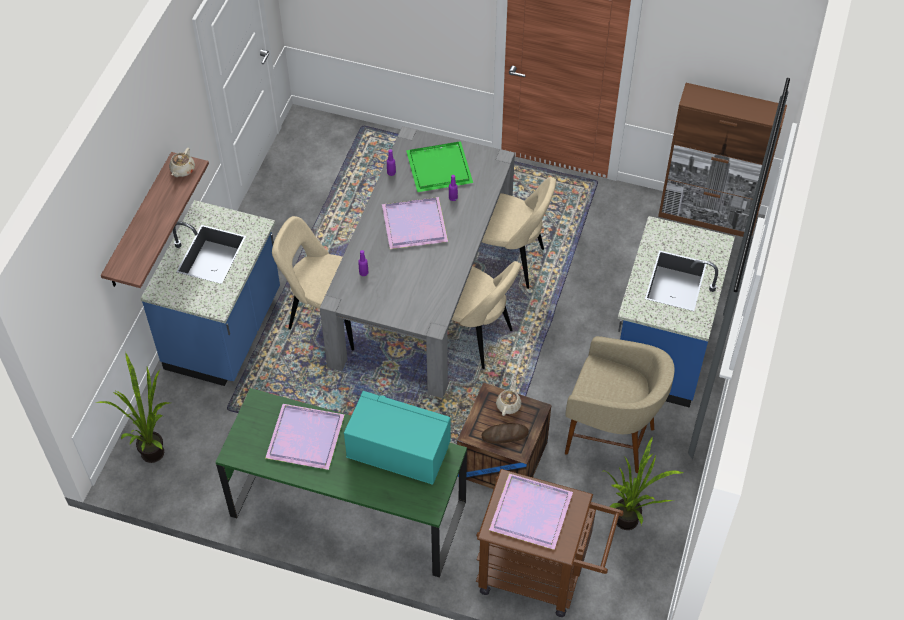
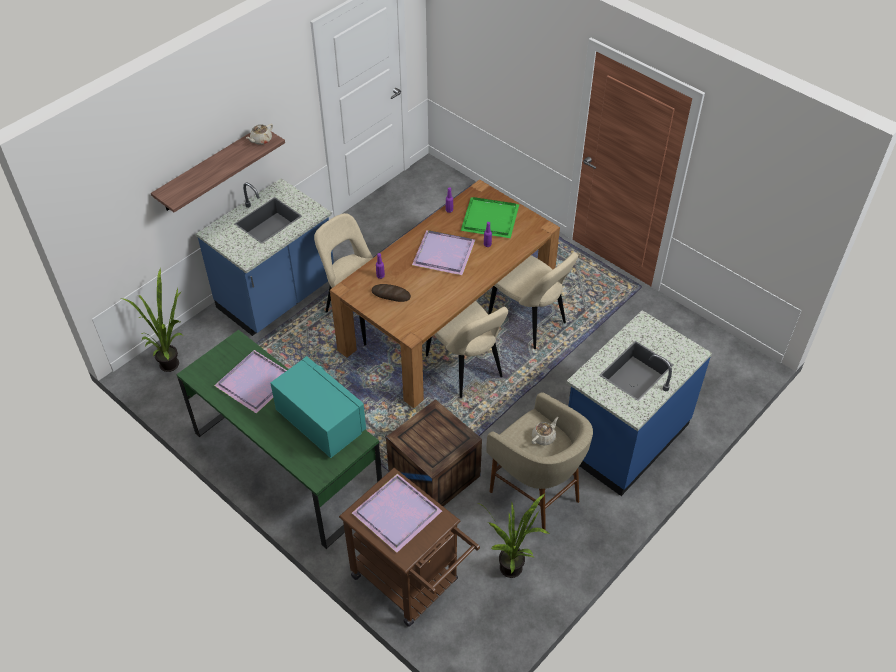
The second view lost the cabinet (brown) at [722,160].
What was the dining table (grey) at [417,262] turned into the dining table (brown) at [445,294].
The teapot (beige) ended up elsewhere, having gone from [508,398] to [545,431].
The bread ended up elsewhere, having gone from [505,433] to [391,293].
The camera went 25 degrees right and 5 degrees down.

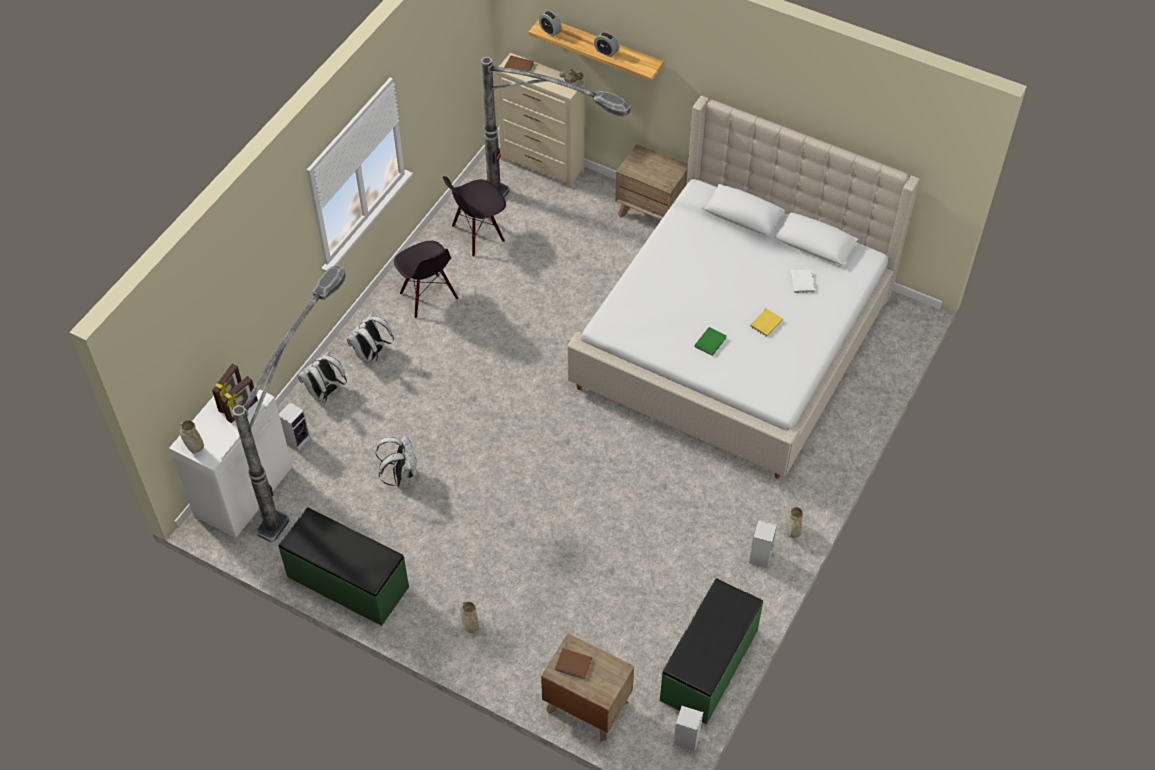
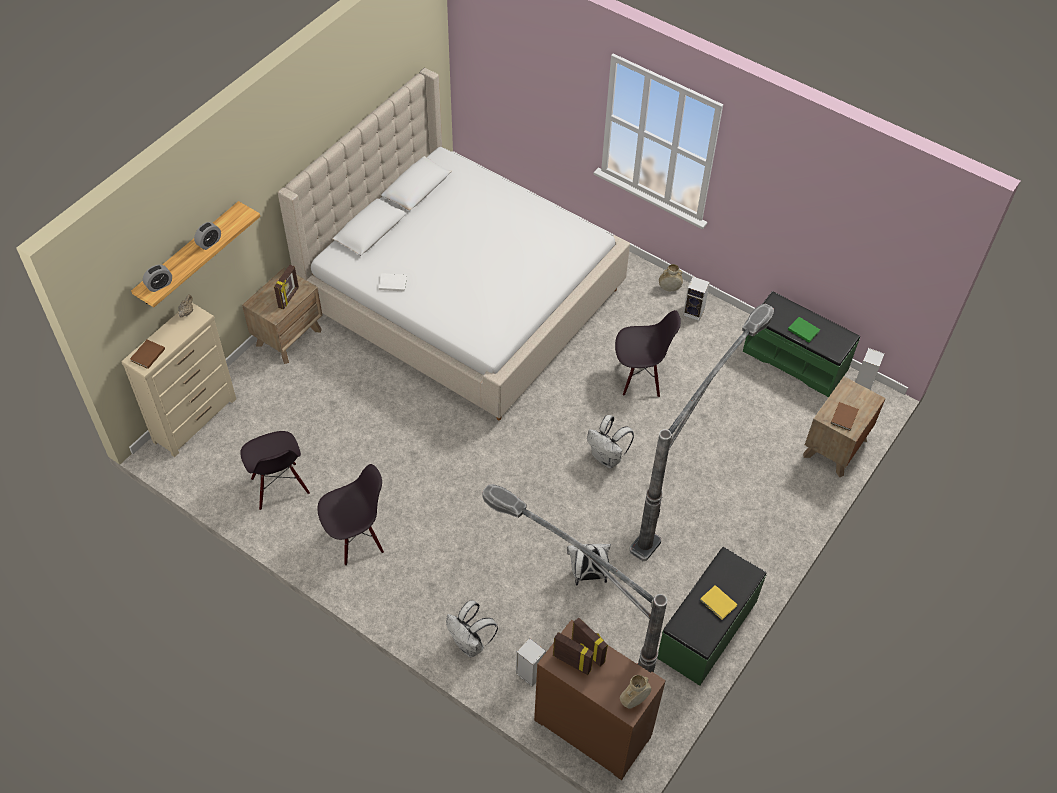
The floor lamp ended up elsewhere, having gone from [556,127] to [701,432].
The book (white) ended up elsewhere, having gone from [803,281] to [393,282].
The book (yellow) ended up elsewhere, having gone from [766,322] to [718,602].
The backpack (white) ended up elsewhere, having gone from [370,337] to [610,441].
The book (green) ended up elsewhere, having gone from [710,341] to [804,330].
What was the cabinet (white) at [231,464] turned into the cabinet (brown) at [600,700].
The second view lost the vase (beige) at [470,617].
The second view gained the picture frame at [286,287].
The second view gained the chair (black) at [648,353].
The camera went 85 degrees left and 0 degrees up.

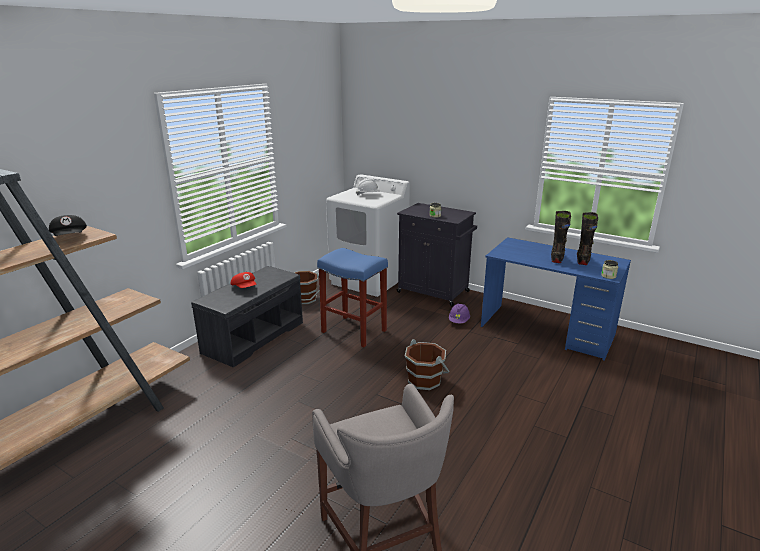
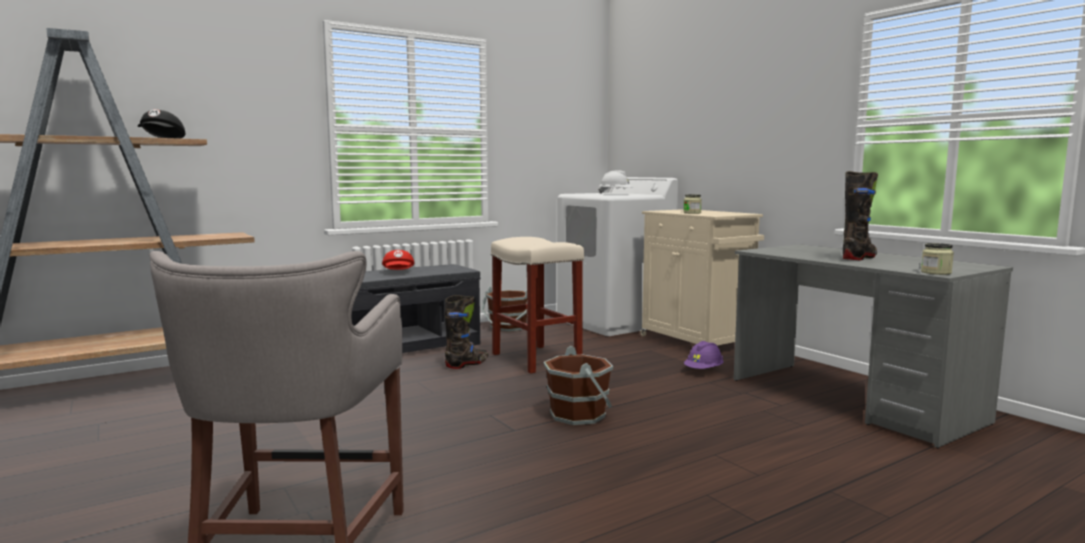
What was the cabinet (black) at [437,254] turned into the cabinet (beige) at [702,277].
The boot (black) ended up elsewhere, having gone from [587,238] to [466,332].
What was the desk (blue) at [556,299] turned into the desk (grey) at [873,346].
What was the stool (blue) at [352,297] turned into the stool (beige) at [537,305].
The camera went 25 degrees right and 15 degrees down.

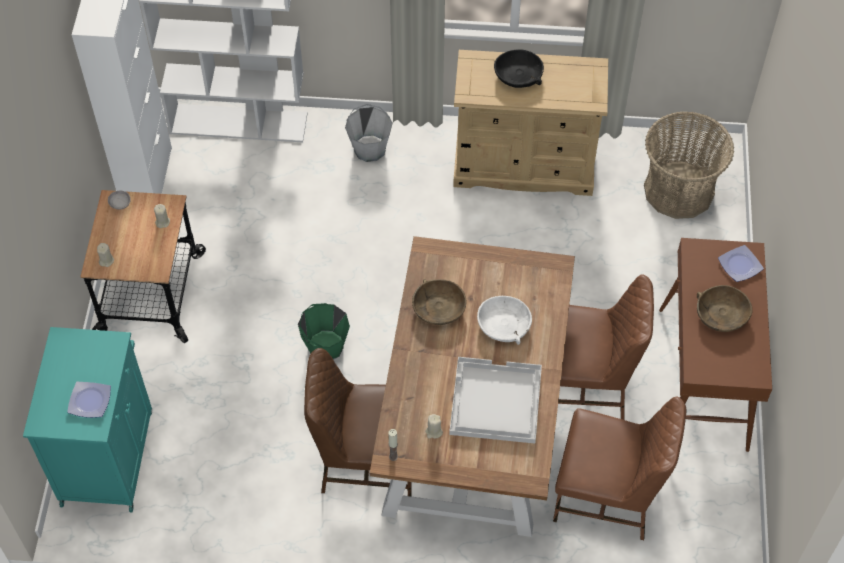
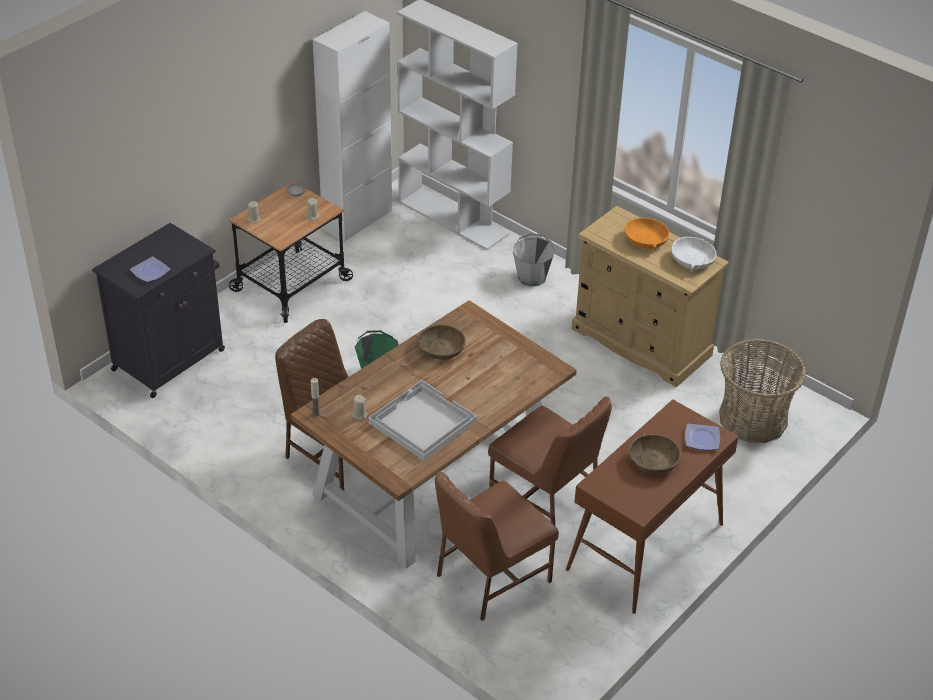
What was the bowl (black) at [519,68] turned into the bowl (orange) at [647,234].
The bowl (white) ended up elsewhere, having gone from [504,320] to [694,254].
What was the cabinet (turquoise) at [88,420] turned into the cabinet (black) at [158,310].
The chair (brown) at [619,468] ended up facing another way, 90 degrees clockwise from before.
The camera went 35 degrees right and 15 degrees down.

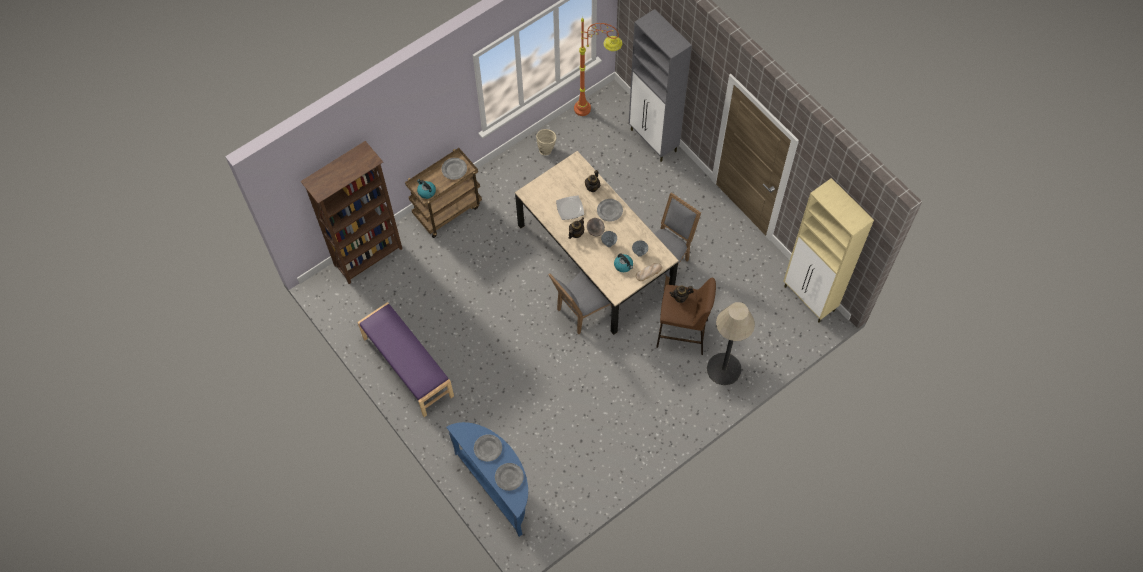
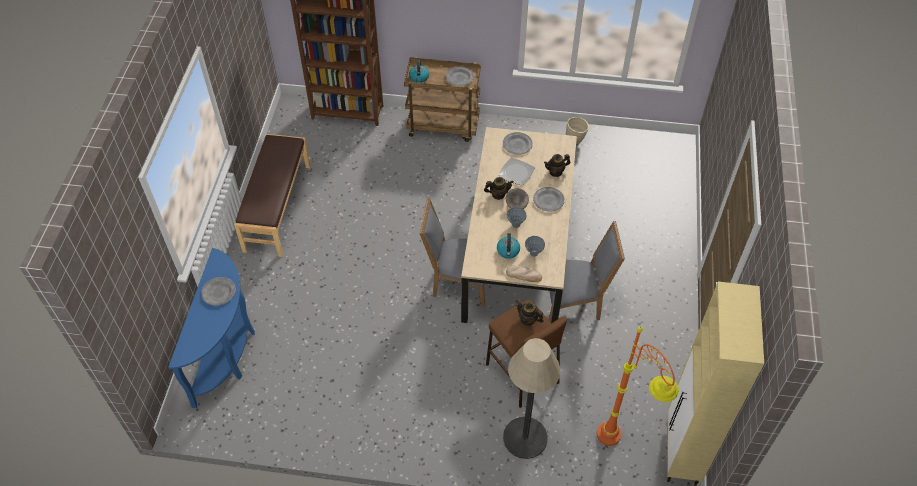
The second view lost the cabinet (grey) at [660,85].
The floor lamp (orange) ended up elsewhere, having gone from [598,66] to [638,385].
What was the bench (purple) at [405,359] turned into the bench (brown) at [272,195].
The plate (grey) ended up elsewhere, having gone from [509,477] to [518,143].
The camera went 45 degrees right and 10 degrees down.

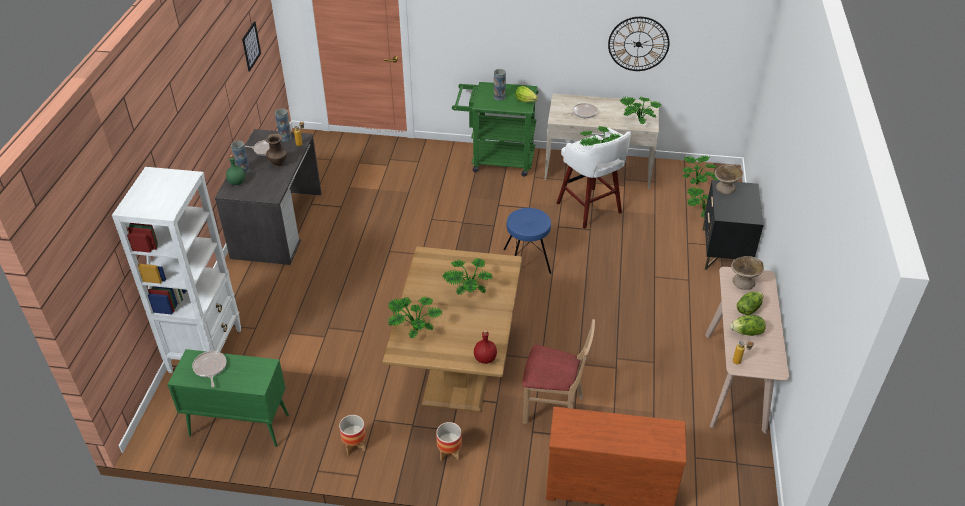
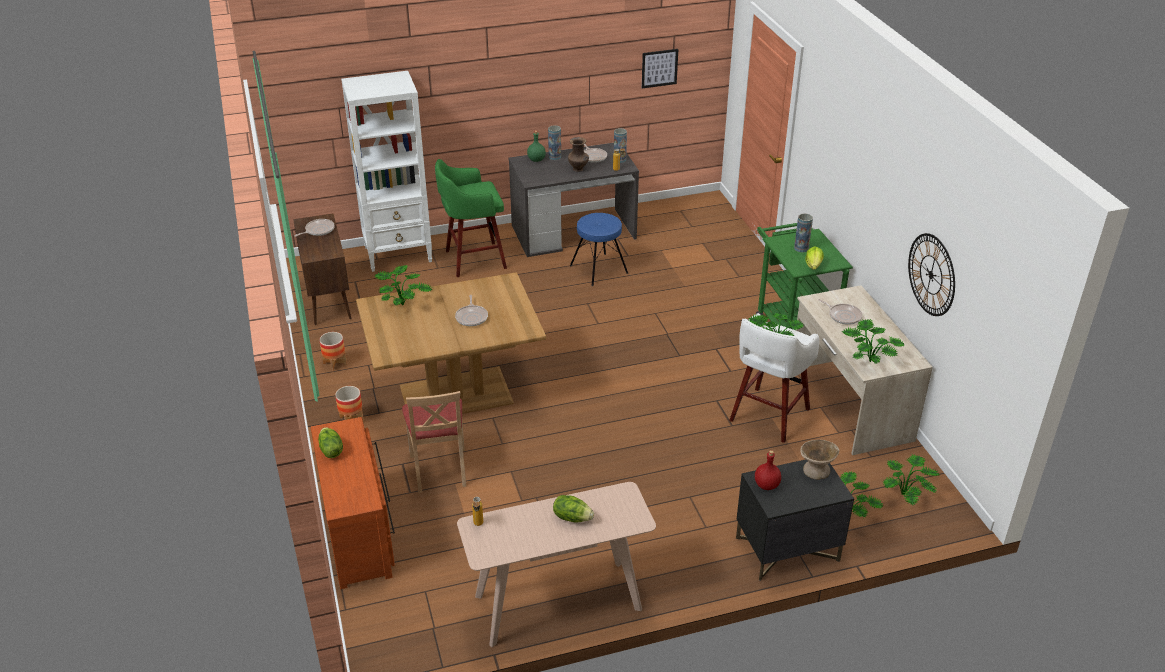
The stool (blue) ended up elsewhere, having gone from [527,241] to [599,249].
The second view lost the bowl (beige) at [747,273].
Where the potted plant stood at [467,276], the frying pan came to stand at [471,310].
The lettuce ended up elsewhere, having gone from [748,325] to [330,442].
The bottle (red) ended up elsewhere, having gone from [485,347] to [768,470].
What was the cabinet (green) at [228,398] turned into the cabinet (brown) at [322,269].
The second view gained the stool (green) at [471,218].
The camera went 65 degrees right and 5 degrees down.

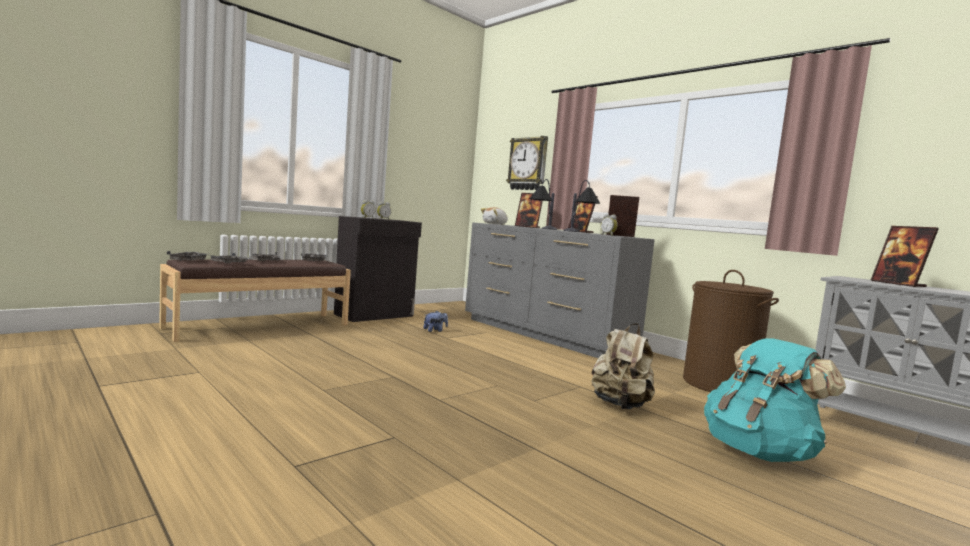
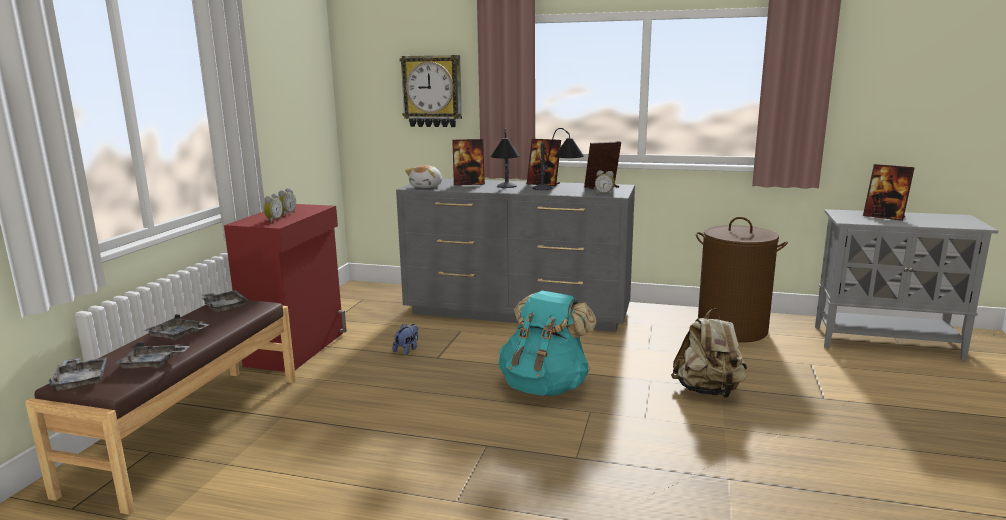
What was the cabinet (black) at [378,269] turned into the cabinet (red) at [285,288].
The backpack (turquoise) ended up elsewhere, having gone from [775,400] to [548,343].
The camera went 30 degrees left and 10 degrees up.

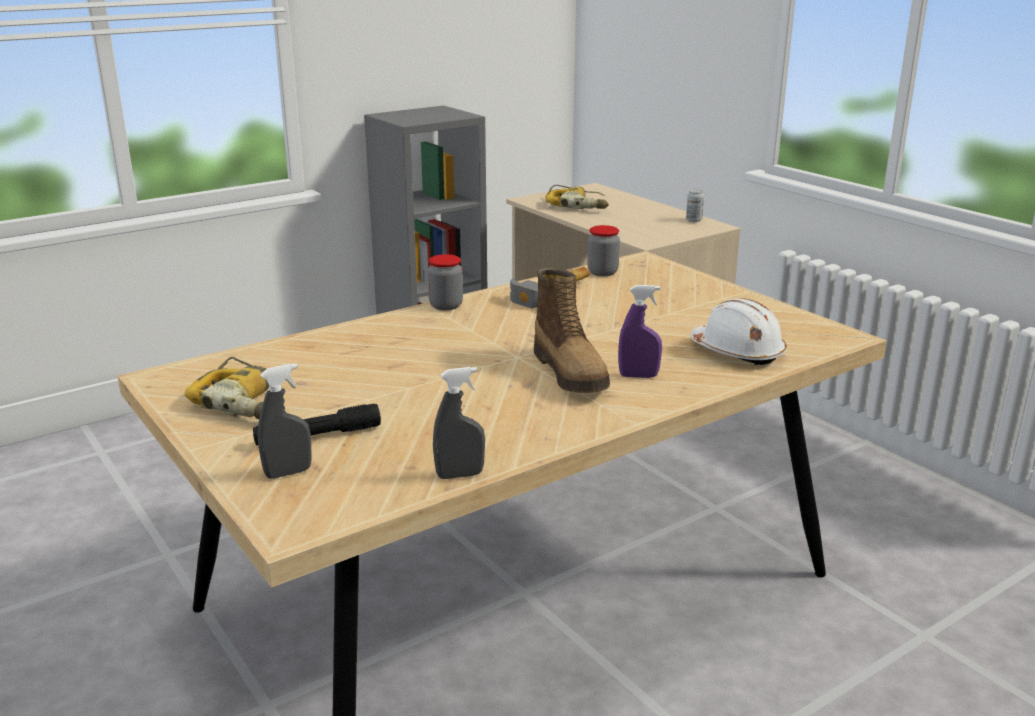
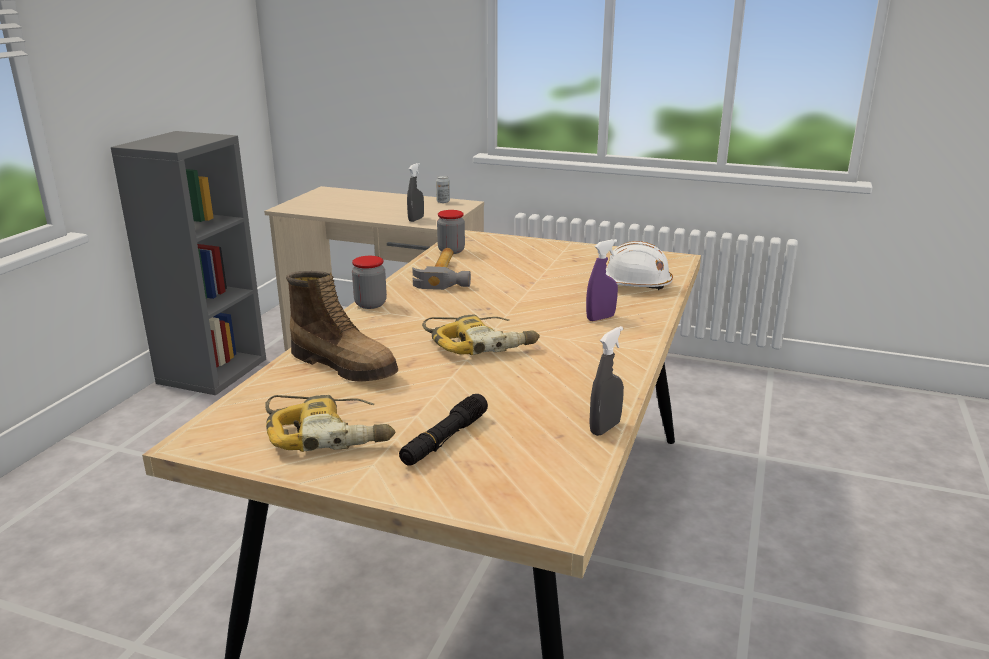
The power drill ended up elsewhere, having gone from [577,197] to [481,334].
The boot ended up elsewhere, having gone from [572,330] to [342,326].
The spray bottle (grey) ended up elsewhere, having gone from [285,421] to [415,192].
The camera went 35 degrees left and 0 degrees up.

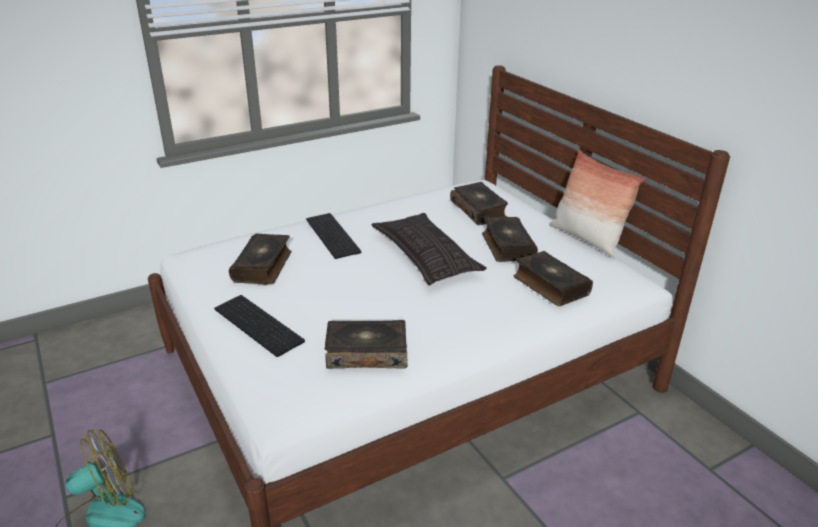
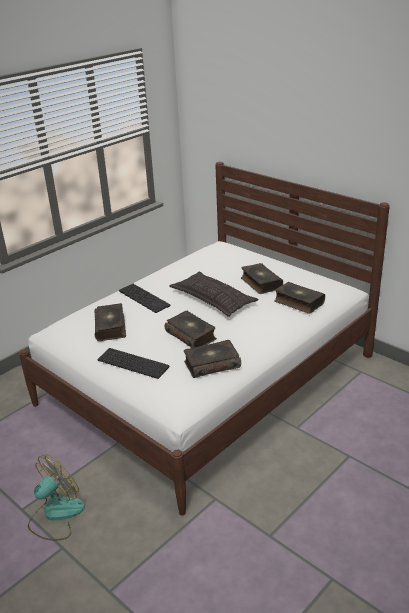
The second view lost the pillow at [597,203].
The book ended up elsewhere, having gone from [479,203] to [191,329].
The camera went 15 degrees left and 0 degrees up.

